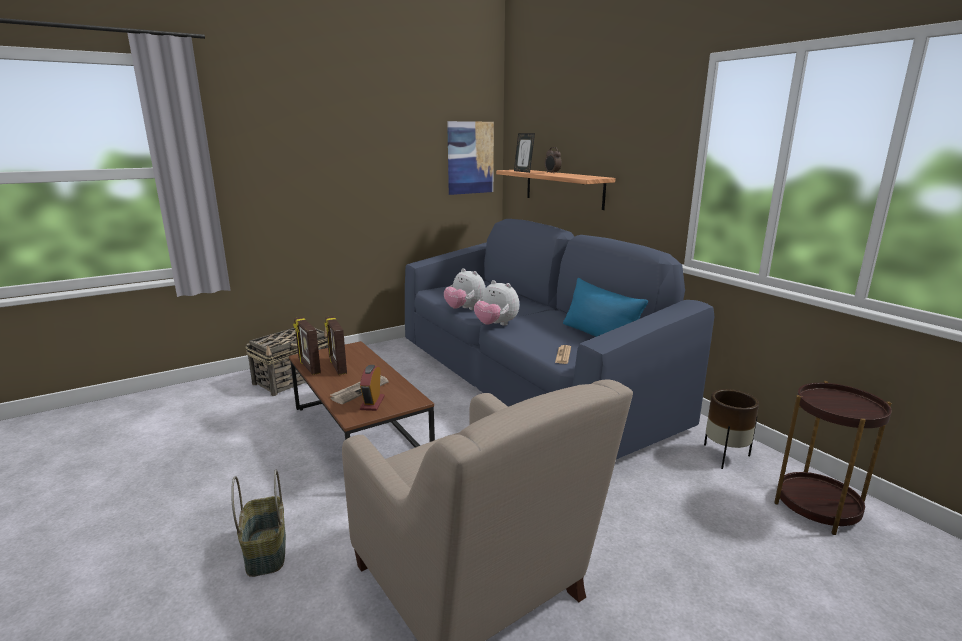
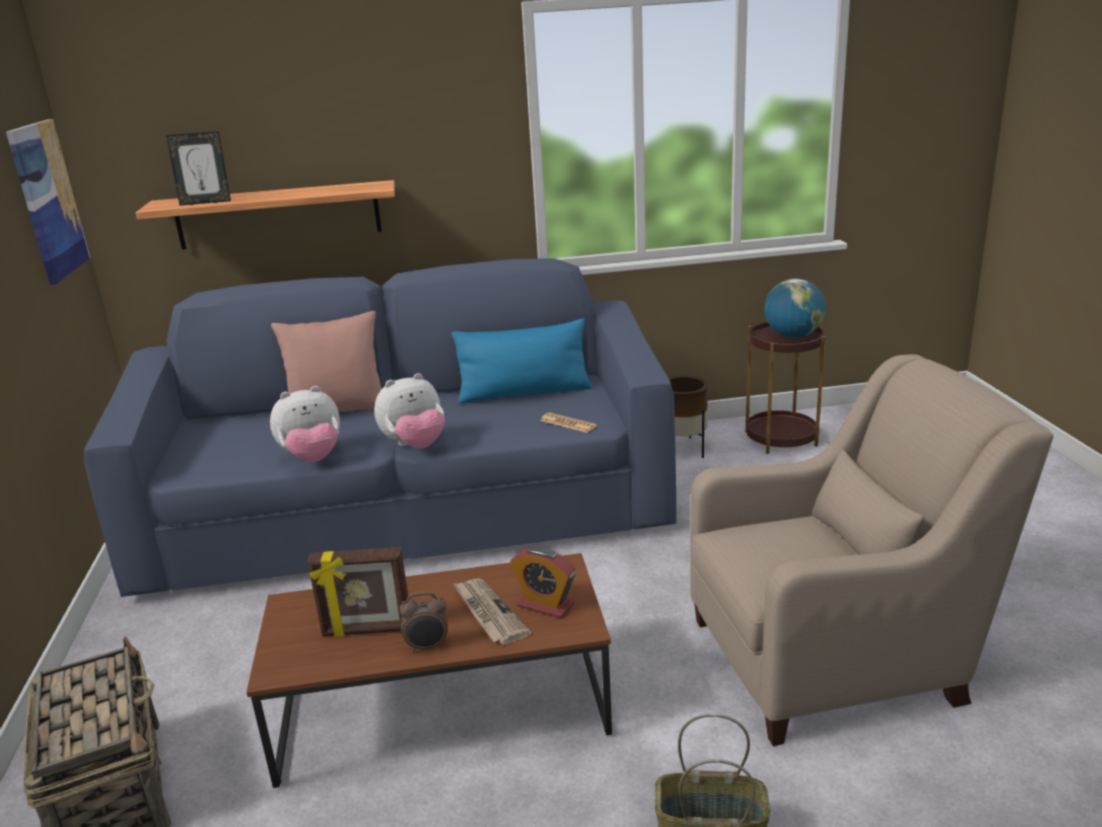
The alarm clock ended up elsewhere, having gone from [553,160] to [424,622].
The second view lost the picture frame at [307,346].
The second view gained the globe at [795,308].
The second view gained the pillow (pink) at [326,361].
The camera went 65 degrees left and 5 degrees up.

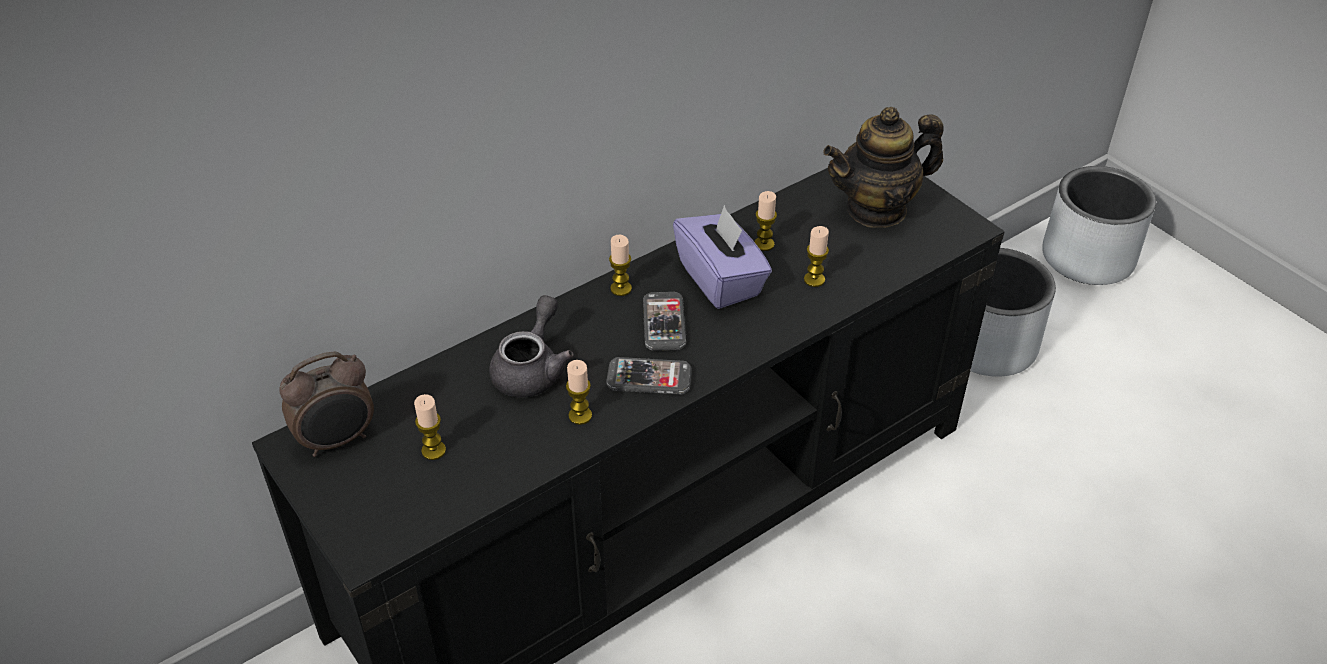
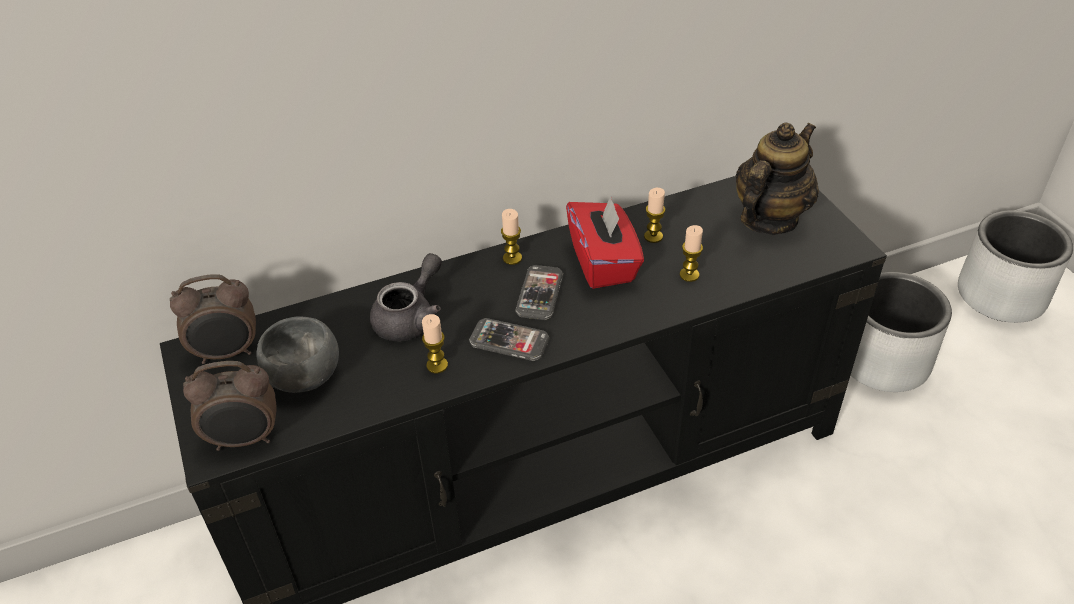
The teapot at [884,167] ended up facing another way, 135 degrees clockwise from before.
What was the tissue box (purple) at [722,257] turned into the tissue box (red) at [605,242].
Where the candle stood at [430,427], the bowl (grey) came to stand at [297,354].
The second view gained the alarm clock at [230,406].
The camera went 15 degrees right and 0 degrees up.

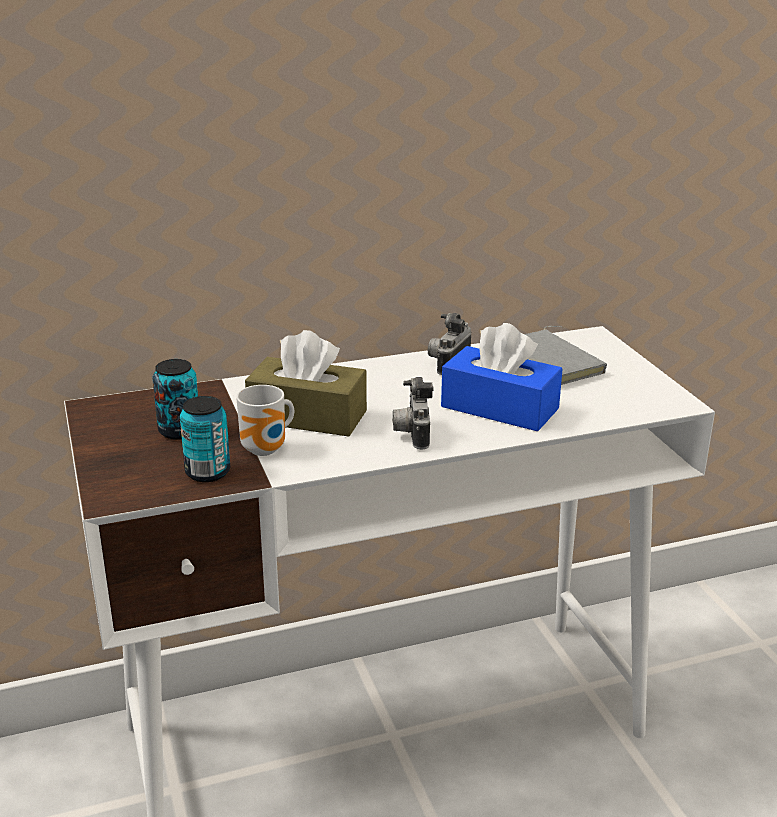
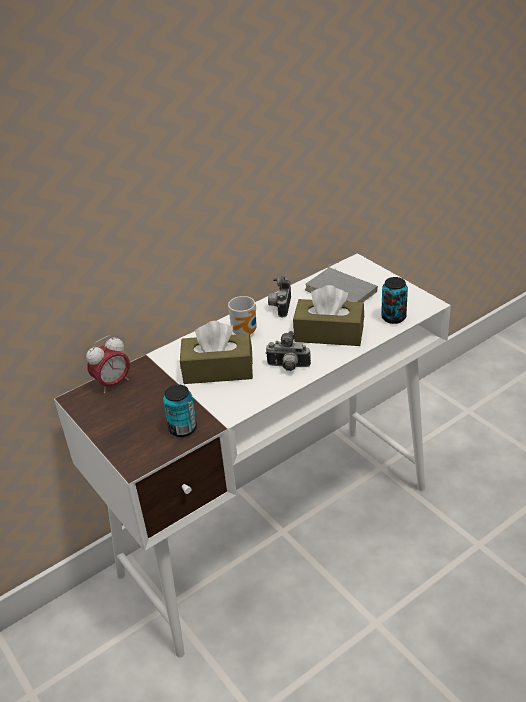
What was the tissue box (blue) at [502,377] turned into the tissue box (brown) at [328,315].
The can ended up elsewhere, having gone from [175,399] to [394,300].
The photo camera at [413,413] ended up facing another way, 60 degrees counterclockwise from before.
The mug ended up elsewhere, having gone from [265,420] to [242,315].
The second view gained the alarm clock at [108,364].
The camera went 15 degrees left and 10 degrees up.

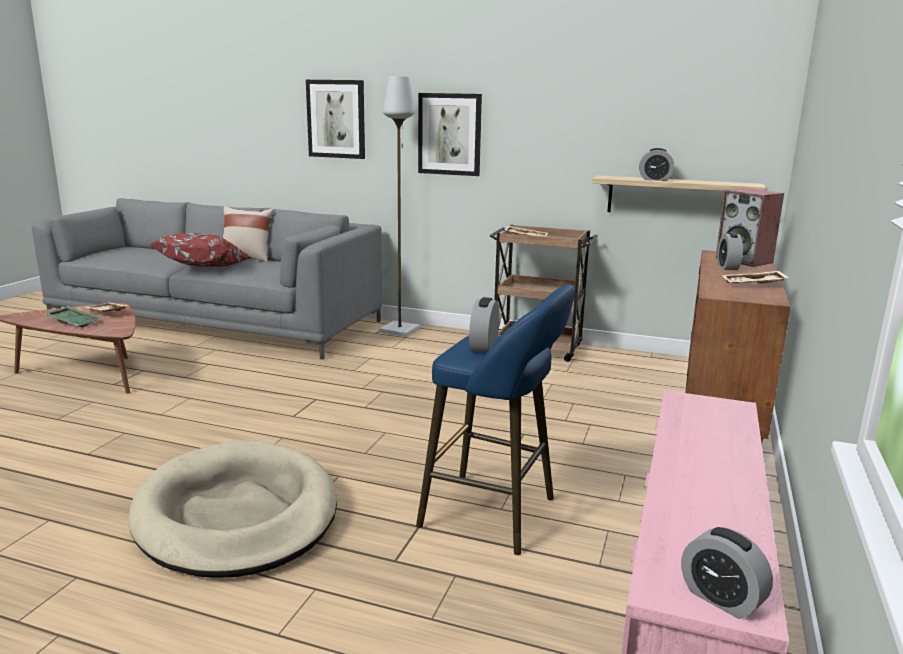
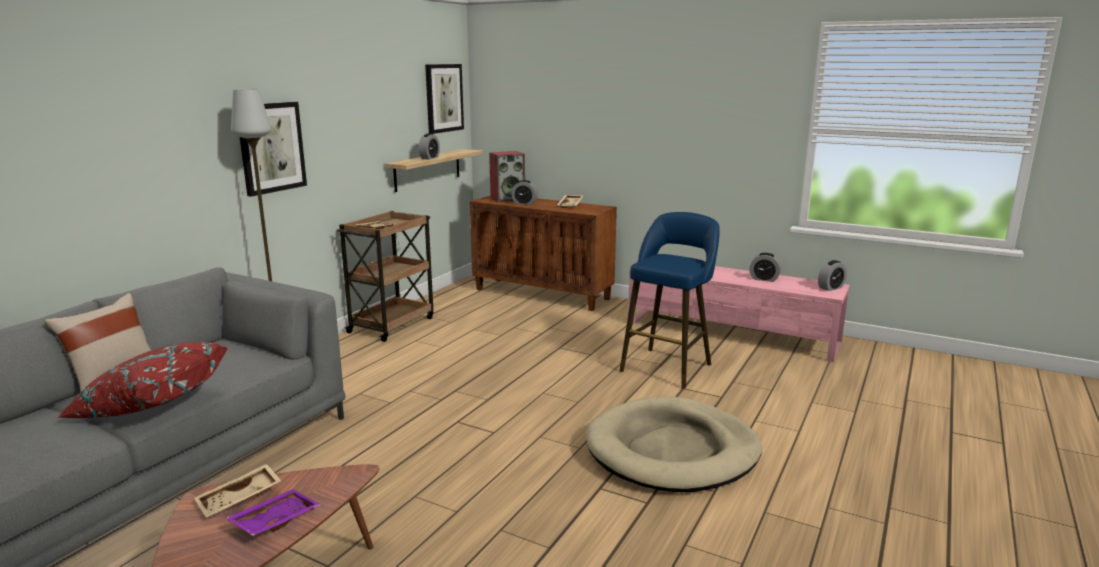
The picture ended up elsewhere, having gone from [335,119] to [444,99].
The alarm clock ended up elsewhere, having gone from [484,325] to [765,267].
What was the tray (green) at [72,316] turned into the tray (purple) at [273,512].
The camera went 80 degrees left and 0 degrees up.

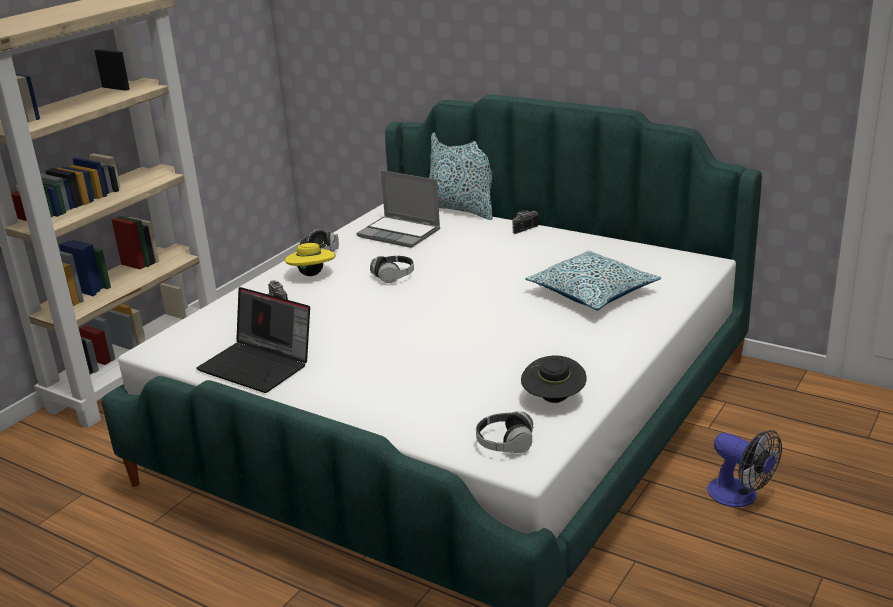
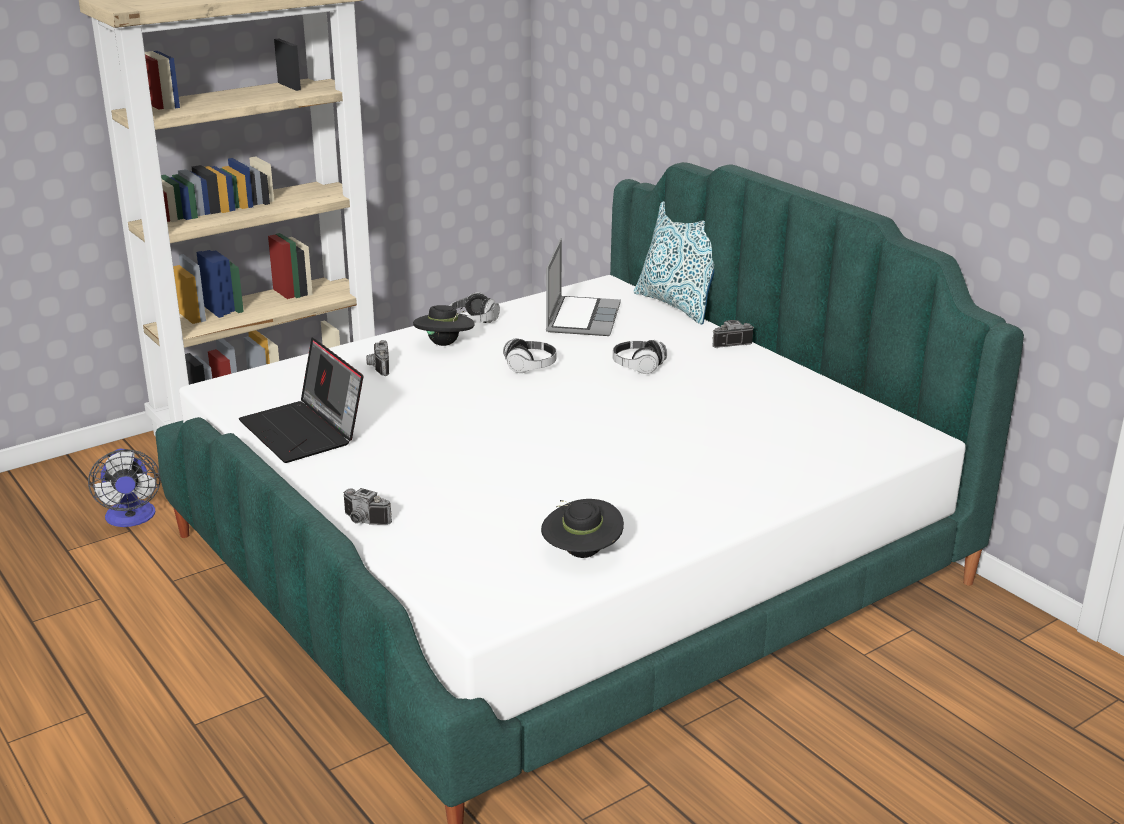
The laptop at [398,209] ended up facing another way, 135 degrees counterclockwise from before.
What was the hat (yellow) at [310,259] turned into the hat (black) at [444,325].
The second view lost the pillow at [593,281].
The headphones ended up elsewhere, having gone from [505,432] to [640,357].
The fan ended up elsewhere, having gone from [744,468] to [124,488].
The second view gained the photo camera at [367,506].
The camera went 20 degrees right and 0 degrees up.

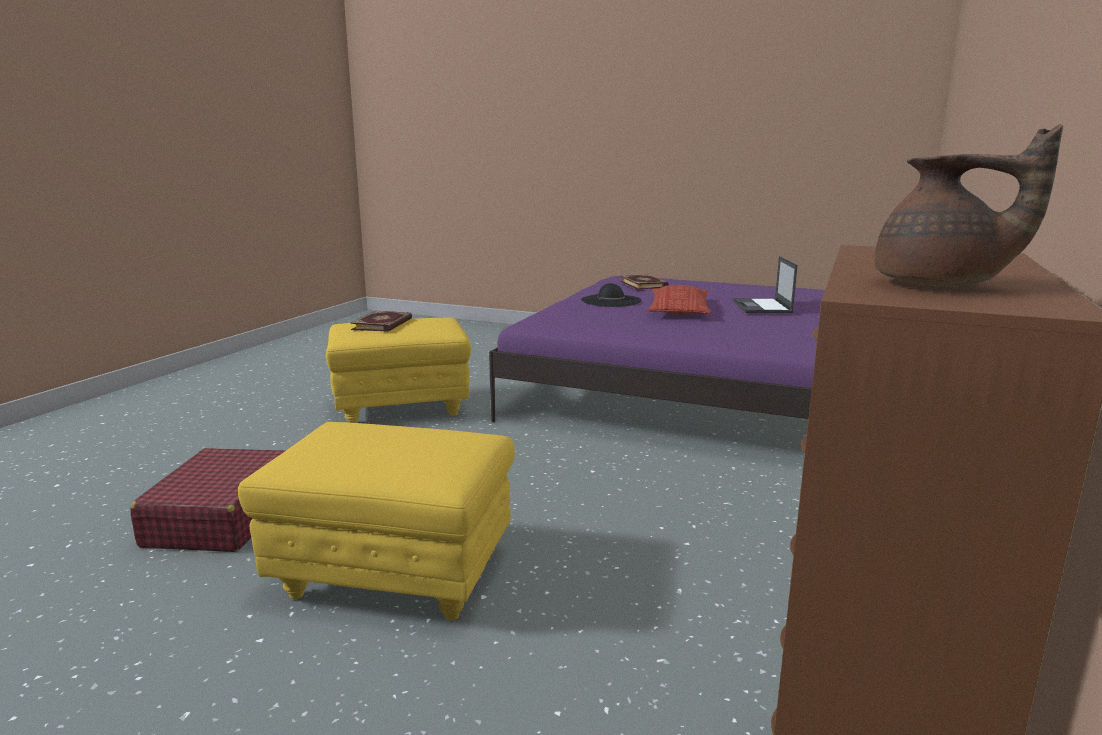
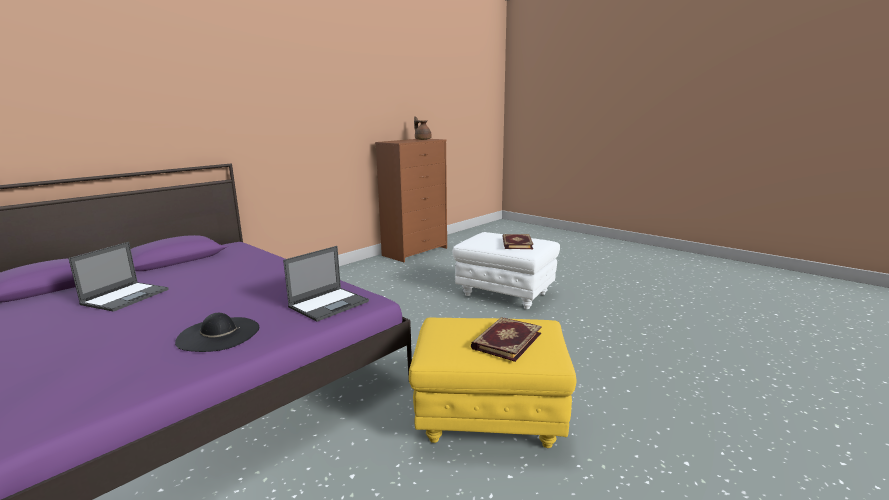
The book ended up elsewhere, having gone from [644,282] to [517,241].
The second view lost the pillow at [679,299].
What was the ottoman (yellow) at [376,521] turned into the ottoman (white) at [506,270].
The second view lost the suitcase (red) at [208,500].
The second view gained the laptop at [326,284].
The camera went 160 degrees left and 0 degrees up.

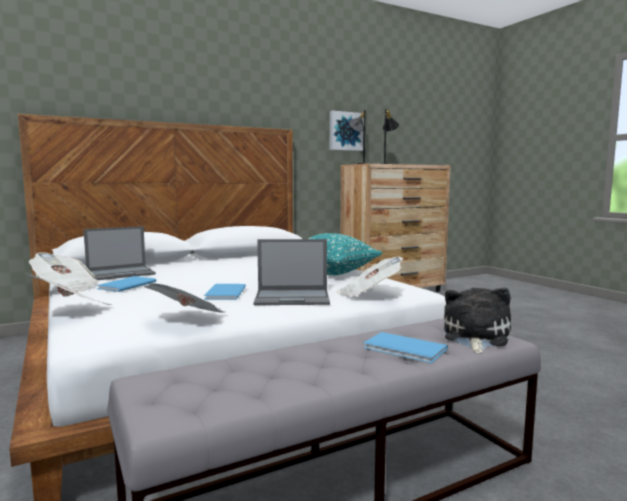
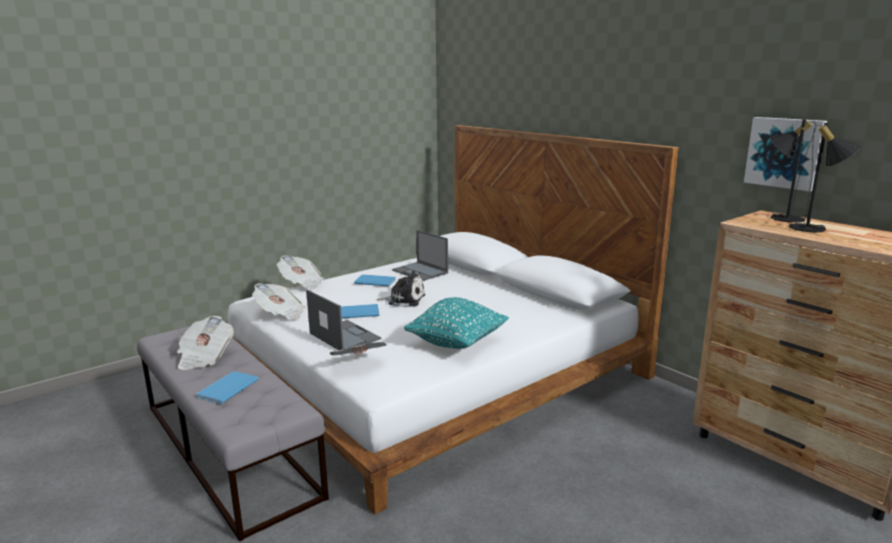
The laptop at [292,272] ended up facing another way, 150 degrees clockwise from before.
The newspaper ended up elsewhere, having gone from [63,272] to [205,343].
The plush toy ended up elsewhere, having gone from [477,321] to [401,289].
The camera went 80 degrees right and 10 degrees up.

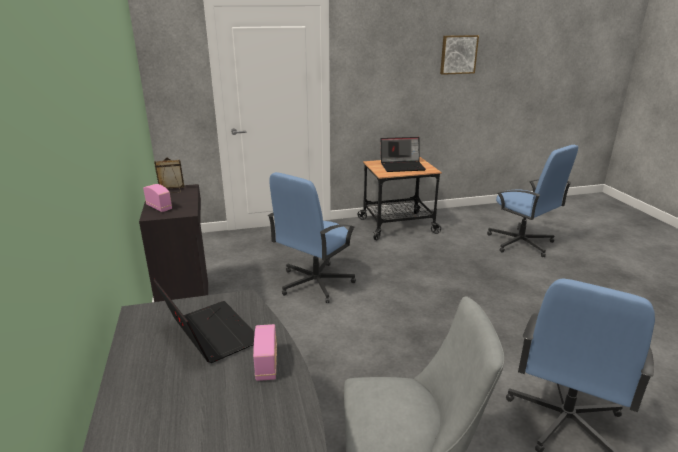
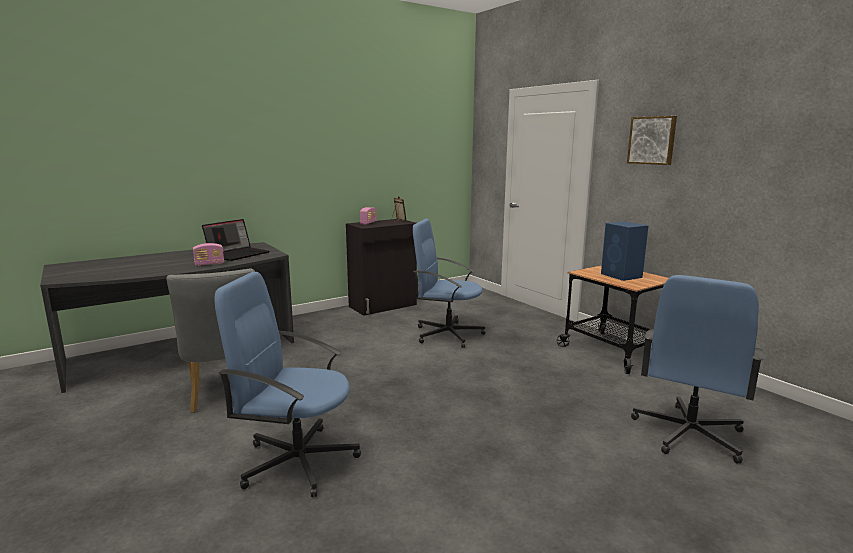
The picture ended up elsewhere, having gone from [459,55] to [652,140].
Where the laptop stood at [403,154], the speaker (blue) came to stand at [624,251].
The camera went 70 degrees right and 10 degrees down.

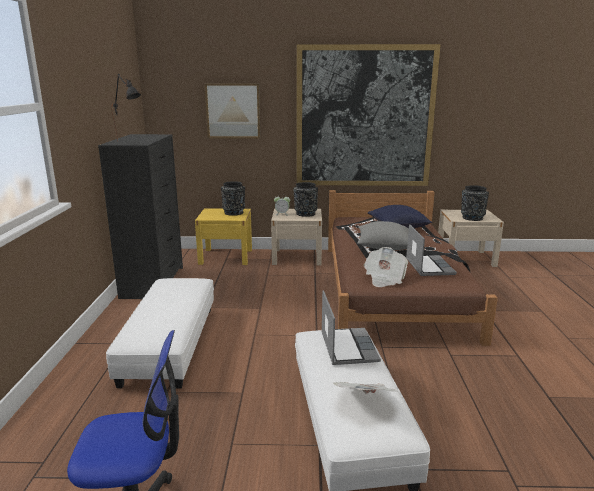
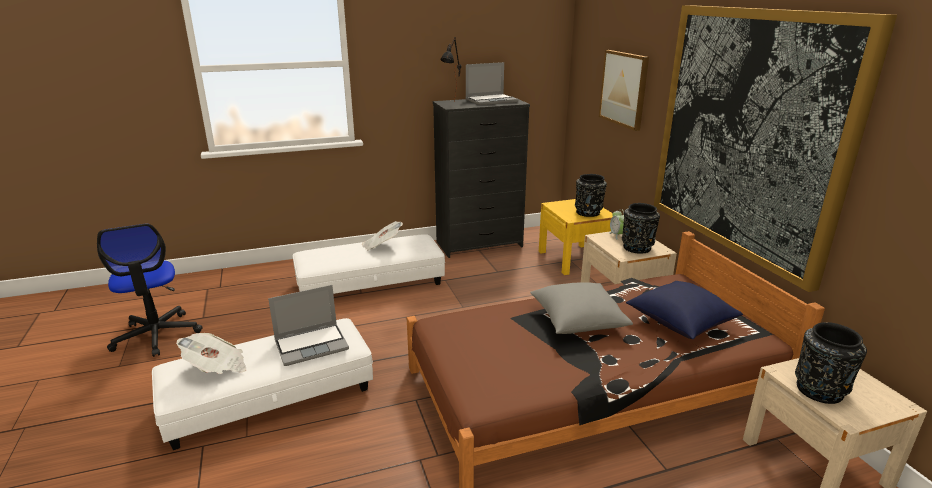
The laptop ended up elsewhere, having gone from [431,250] to [491,83].
The newspaper ended up elsewhere, having gone from [386,267] to [382,236].
The camera went 70 degrees right and 5 degrees up.

